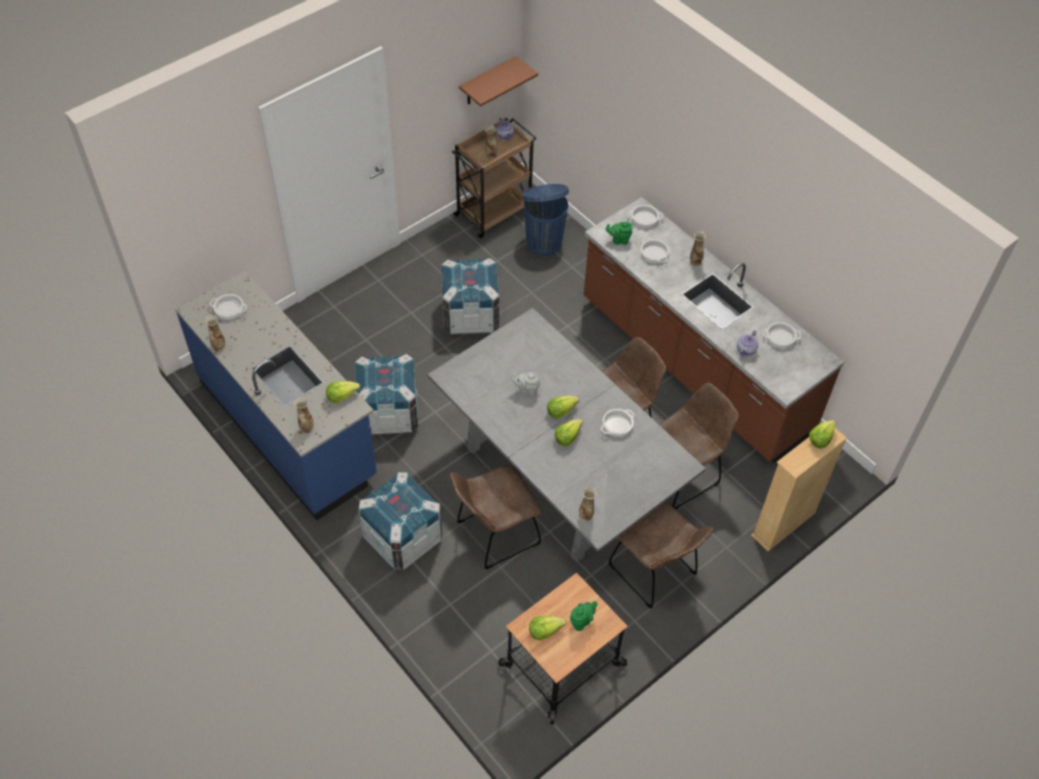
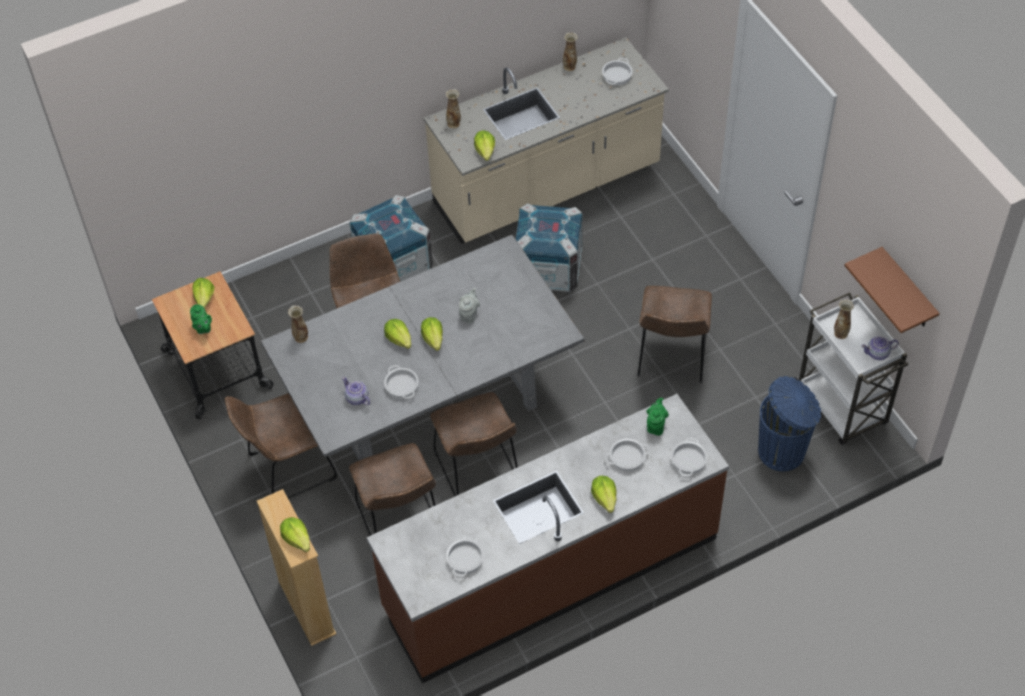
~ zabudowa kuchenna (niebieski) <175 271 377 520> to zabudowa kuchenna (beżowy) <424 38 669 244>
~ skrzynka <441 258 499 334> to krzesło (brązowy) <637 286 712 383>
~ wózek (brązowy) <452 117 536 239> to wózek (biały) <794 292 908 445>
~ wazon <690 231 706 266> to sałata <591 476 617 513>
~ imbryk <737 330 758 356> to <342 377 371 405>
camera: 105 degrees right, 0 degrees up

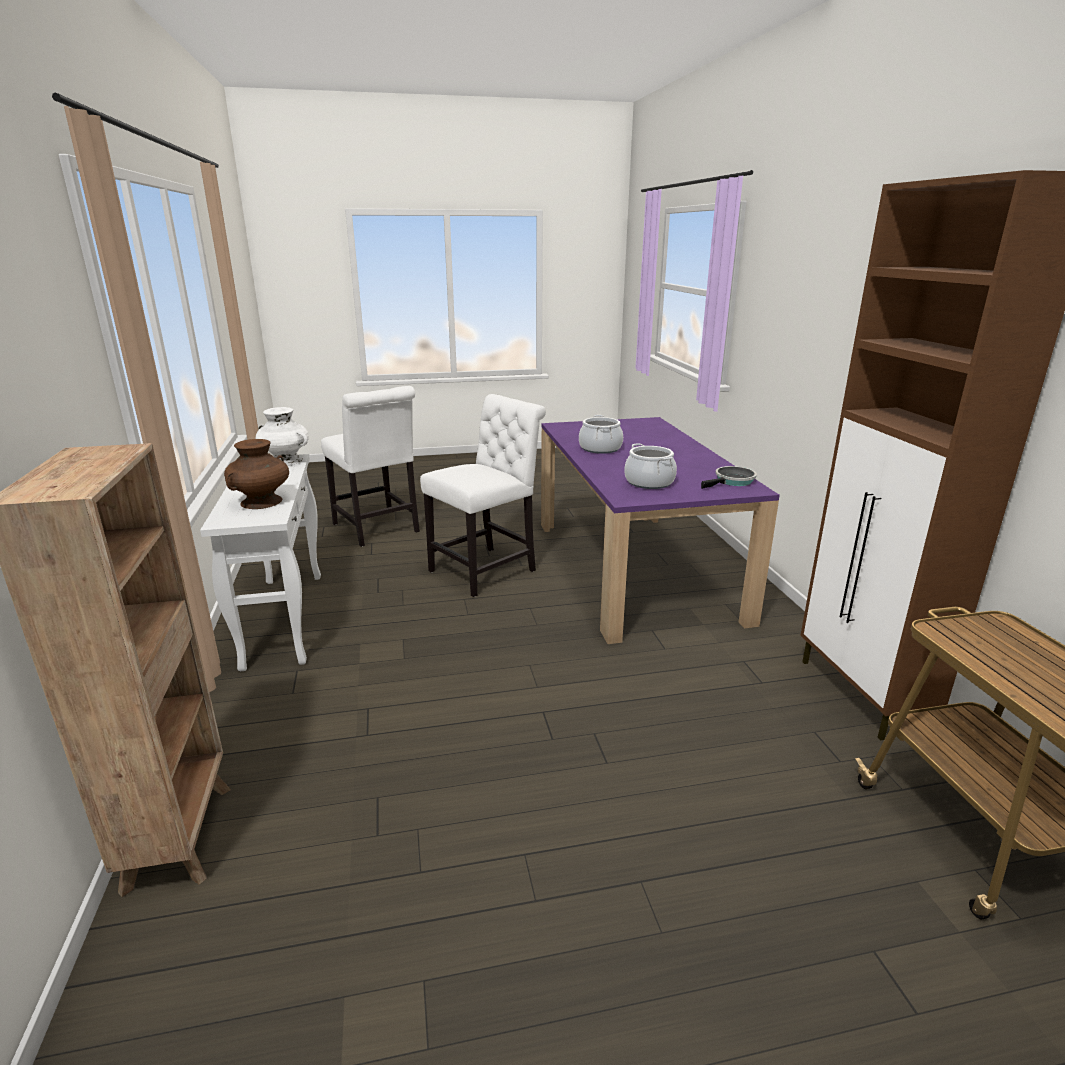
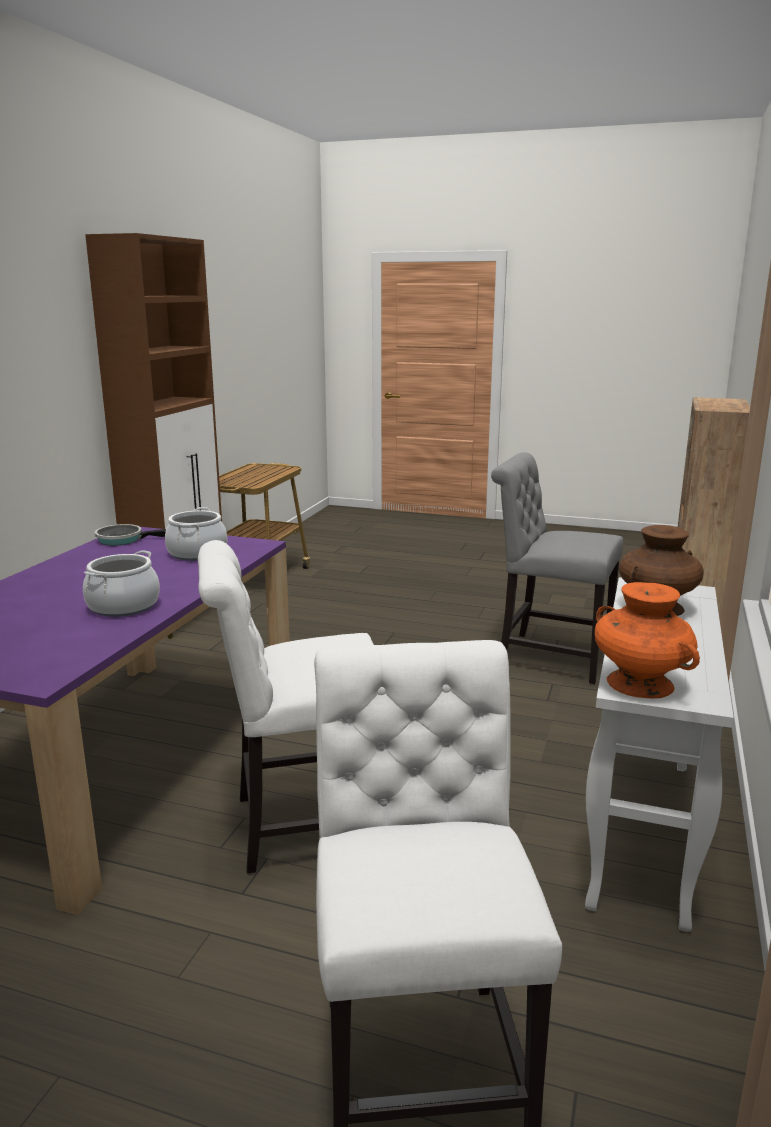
~ wazon (biały) <255 407 309 466> to wazon (pomarańczowy) <595 582 700 699>
+ krzesło (szary) <491 452 623 684>
camera: 150 degrees left, 5 degrees down

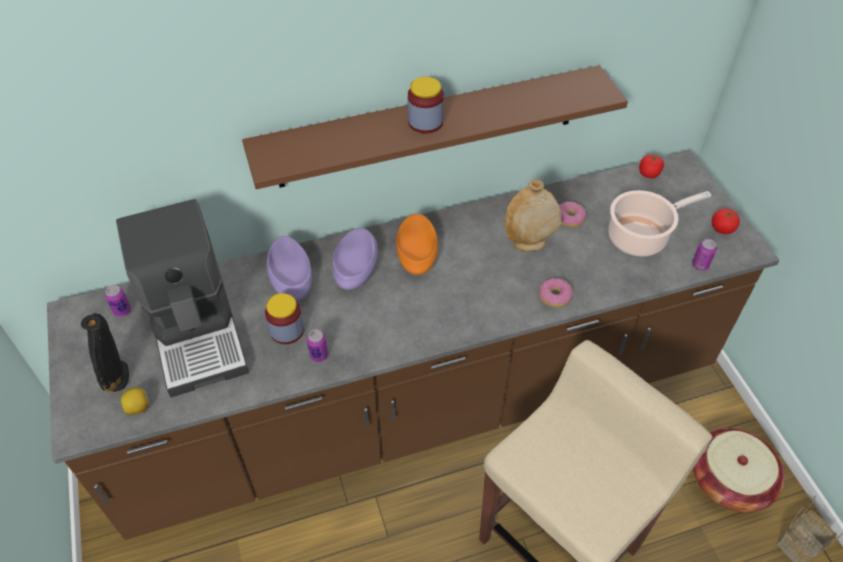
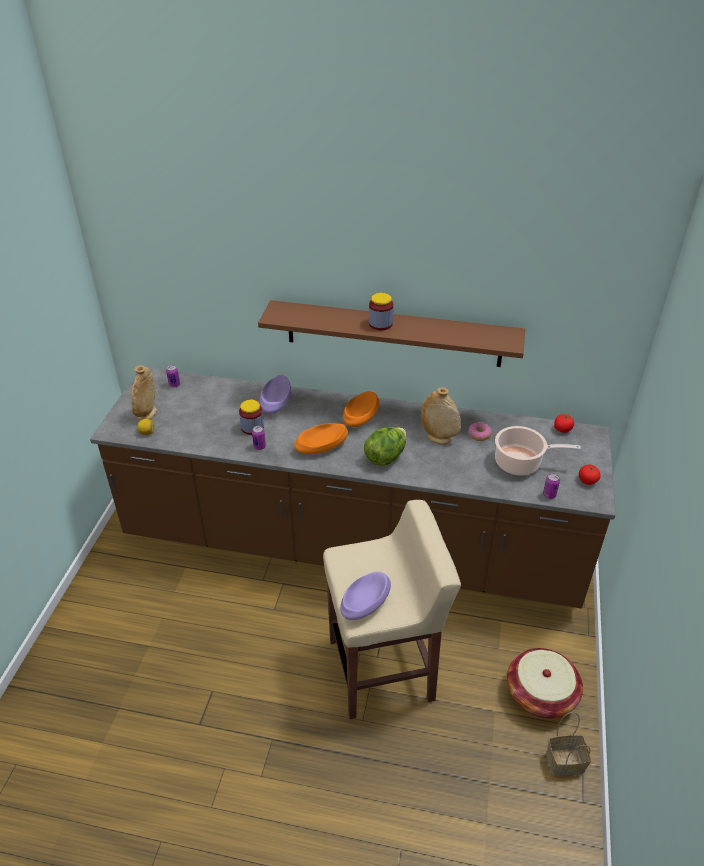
~ wazon (czarny) <81 313 129 393> to wazon (beżowy) <131 365 157 420>
- ekspres do kawy <116 199 249 398>
~ miska (fioletowy) <333 228 378 290> to <340 572 391 620>
- donut <539 278 573 308>
+ miska (pomarańczowy) <294 423 348 455>
+ sałata <364 427 406 466>
camera: 30 degrees right, 10 degrees down

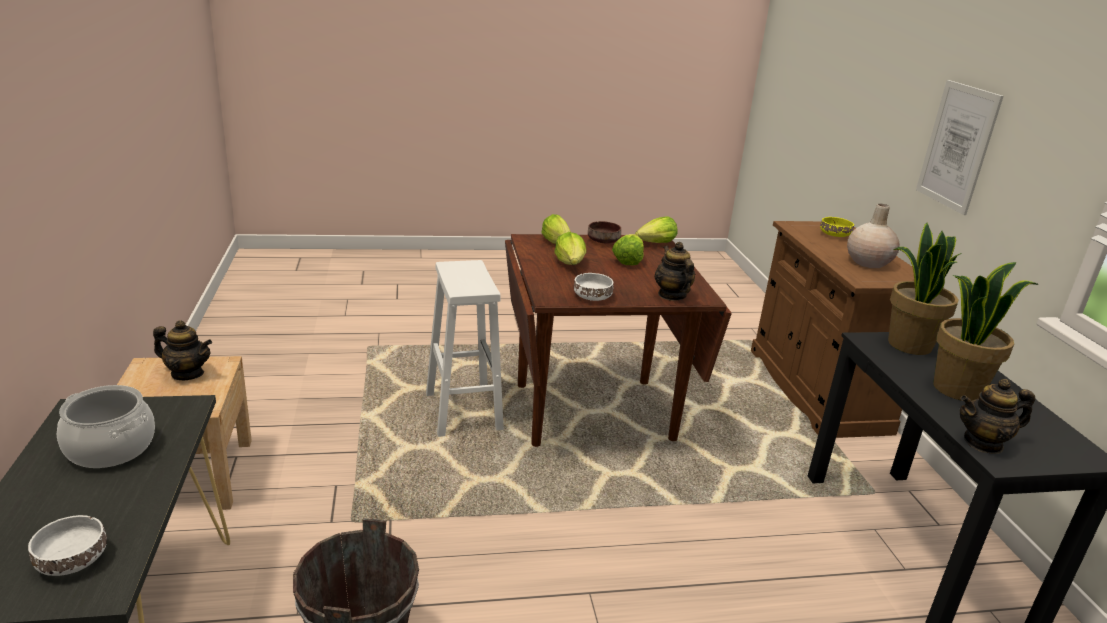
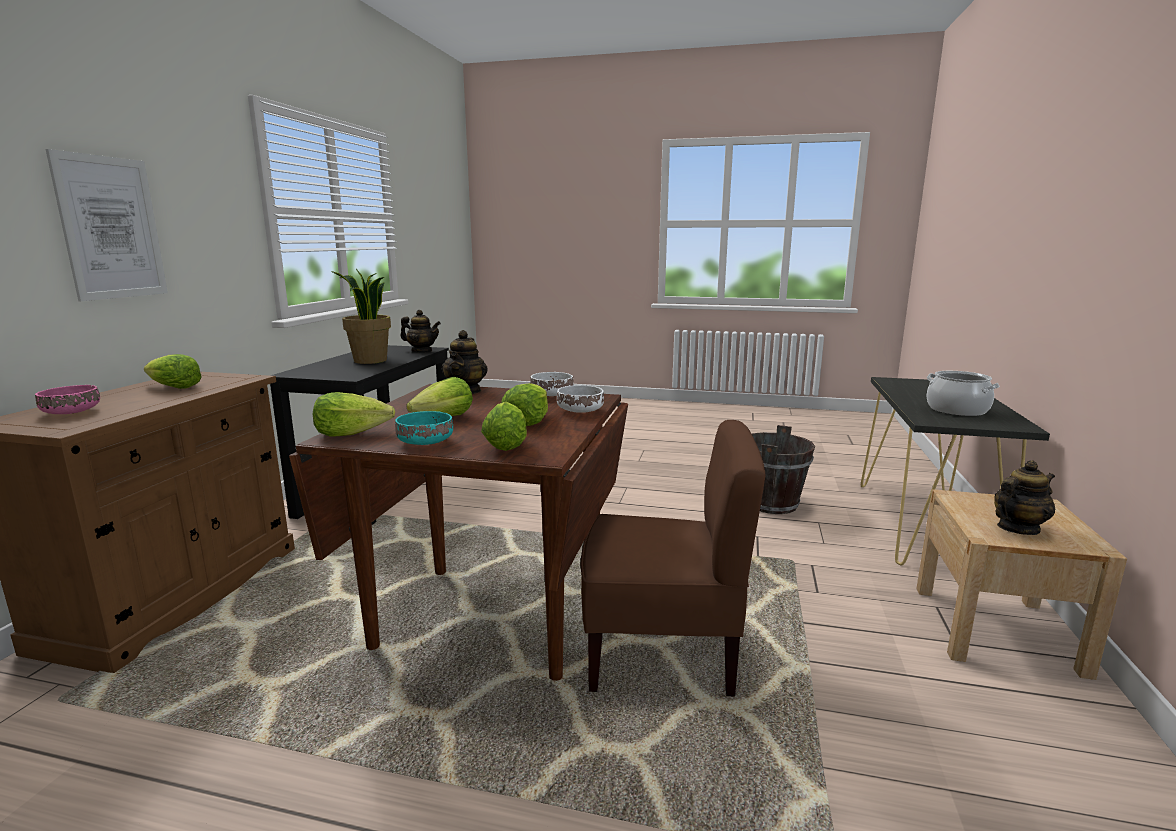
~ miska (biały) <28 515 107 576> to <557 385 604 413>
~ imbryk <153 320 212 380> = <994 460 1055 535> 120 degrees clockwise
~ stołek (biały) <426 260 504 437> to krzesło (brązowy) <581 420 765 697>
~ miska (brązowy) <588 221 621 243> to miska (turkusowy) <395 411 453 445>
~ miska (żółty) <820 217 854 237> to miska (różowy) <35 385 100 414>
~ wazon (beżowy) <847 204 900 268> to sałata <144 354 202 389>
- roślina doniczkowa <888 223 962 355>
camera: 155 degrees left, 10 degrees down

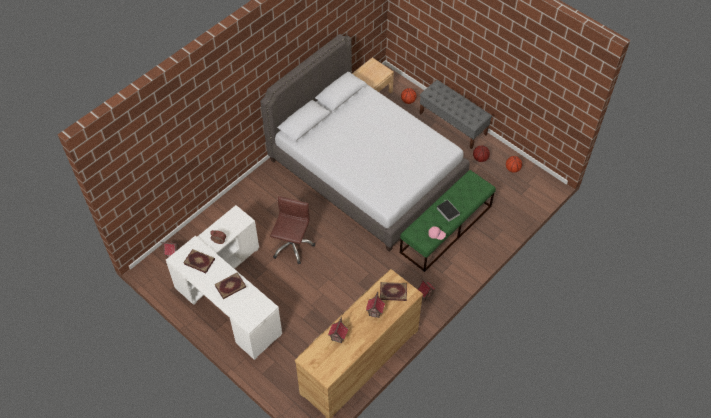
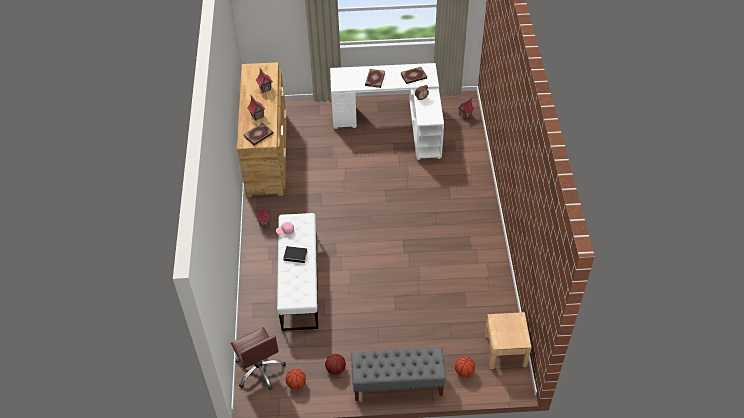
- łóżko (szary) <260 34 470 252>
~ krzesło biurowe (brązowy) <270 196 315 264> to <231 327 286 390>
~ ławka (zielony) <400 170 496 272> to ławka (biały) <277 213 318 331>
camera: 135 degrees right, 5 degrees down

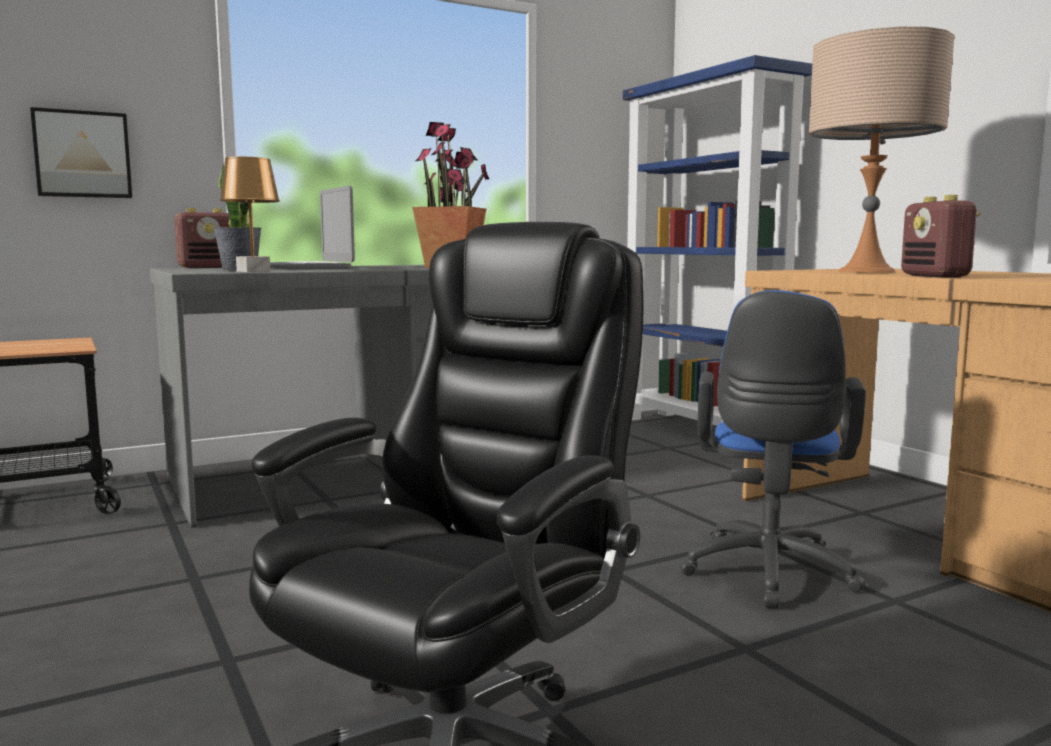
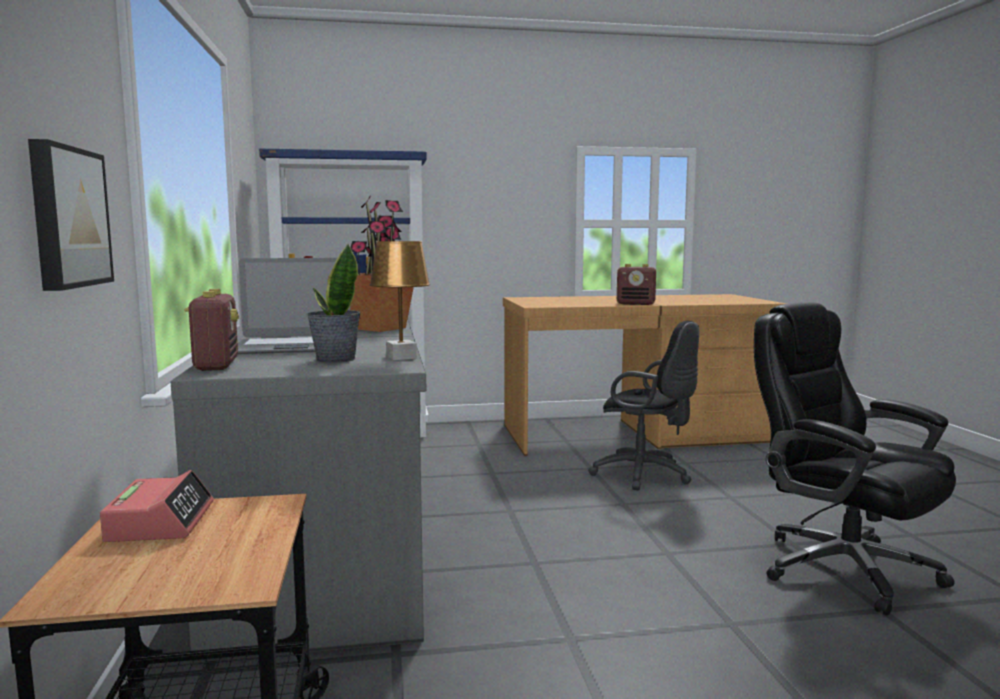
~ krzesło biurowe (niebieski) <679 290 866 609> to krzesło biurowe (czarny) <588 321 699 490>
- lampa stołowa (beżowy) <809 27 954 273>
+ budzik <100 470 214 542>
camera: 70 degrees left, 0 degrees up

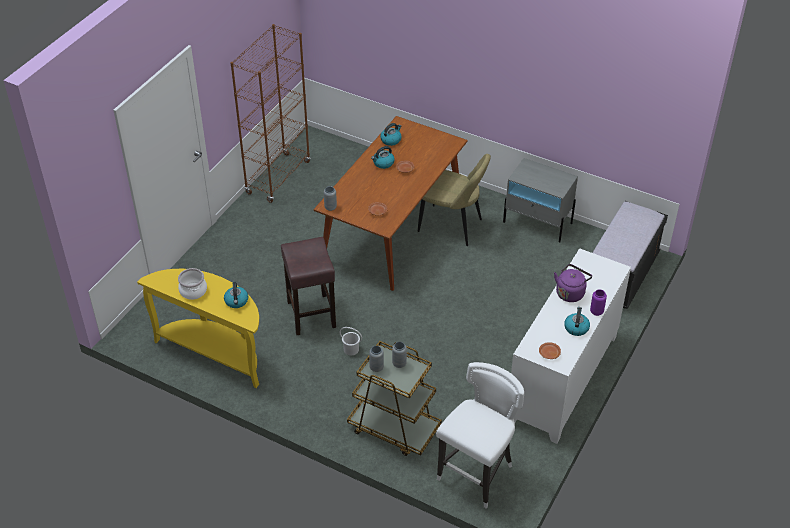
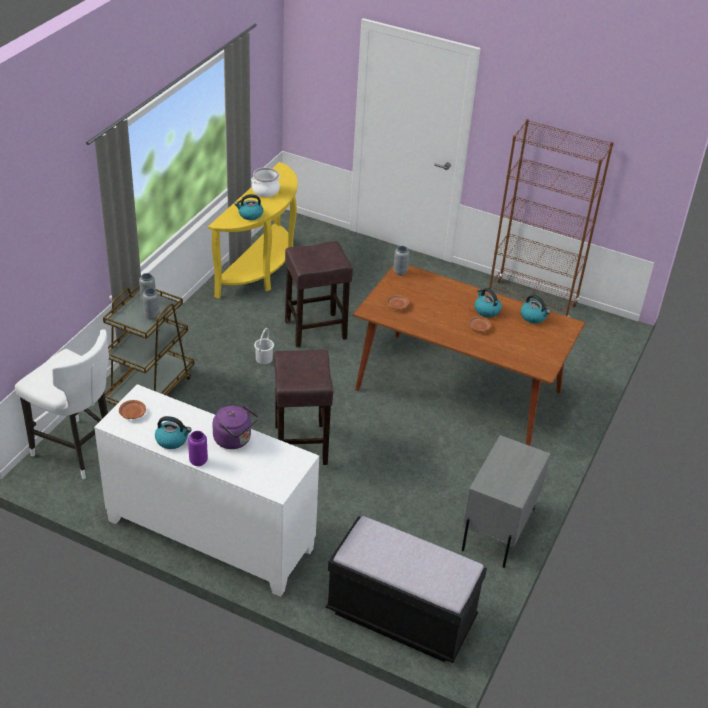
- krzesło (beżowy) <418 154 491 246>
+ stołek (brązowy) <274 350 333 465>
camera: 85 degrees right, 5 degrees down

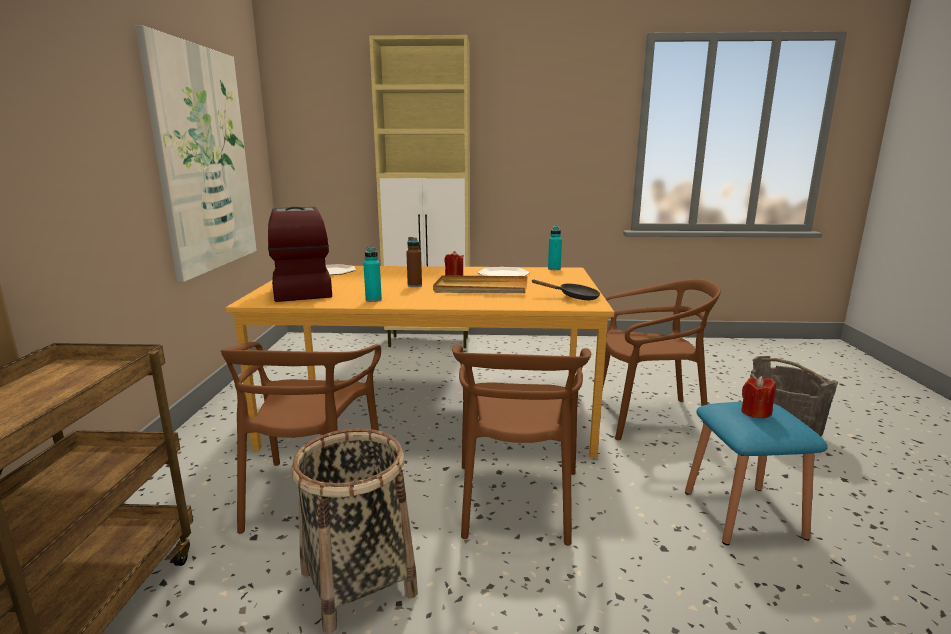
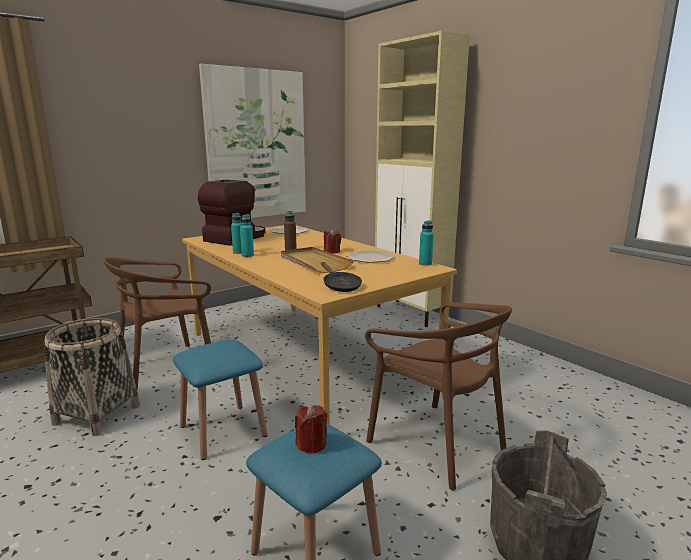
~ krzesło (brązowy) <452 344 591 546> to stołek (niebieski) <173 340 268 460>
+ butelka (turkusowy) <240 214 254 257>
camera: 50 degrees right, 0 degrees up

